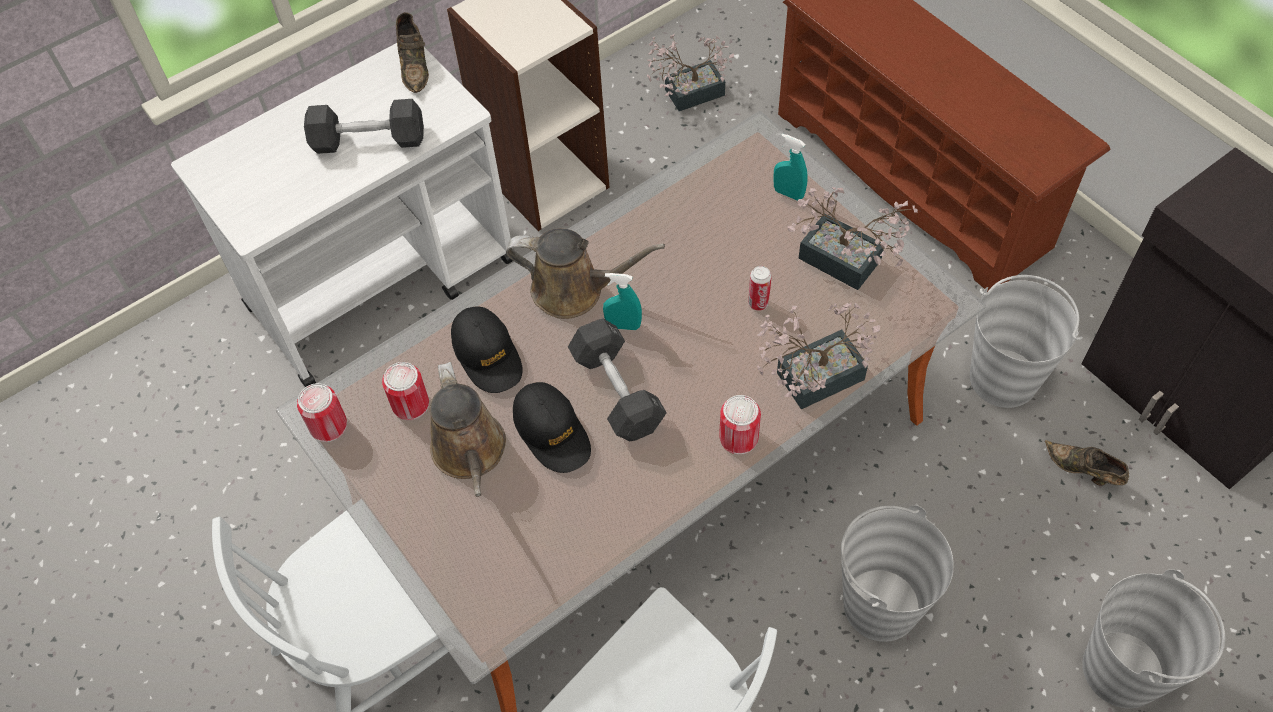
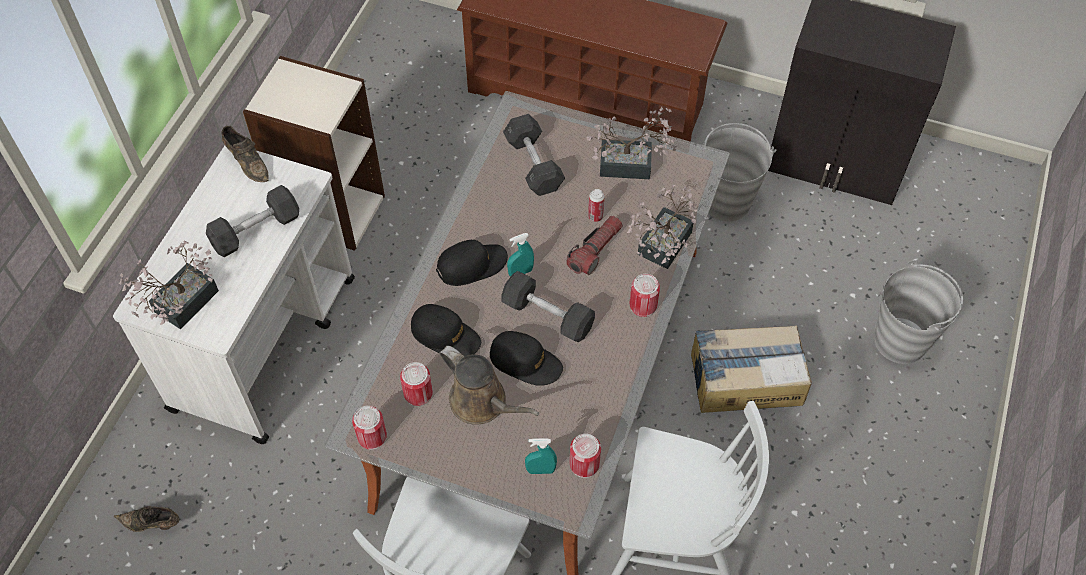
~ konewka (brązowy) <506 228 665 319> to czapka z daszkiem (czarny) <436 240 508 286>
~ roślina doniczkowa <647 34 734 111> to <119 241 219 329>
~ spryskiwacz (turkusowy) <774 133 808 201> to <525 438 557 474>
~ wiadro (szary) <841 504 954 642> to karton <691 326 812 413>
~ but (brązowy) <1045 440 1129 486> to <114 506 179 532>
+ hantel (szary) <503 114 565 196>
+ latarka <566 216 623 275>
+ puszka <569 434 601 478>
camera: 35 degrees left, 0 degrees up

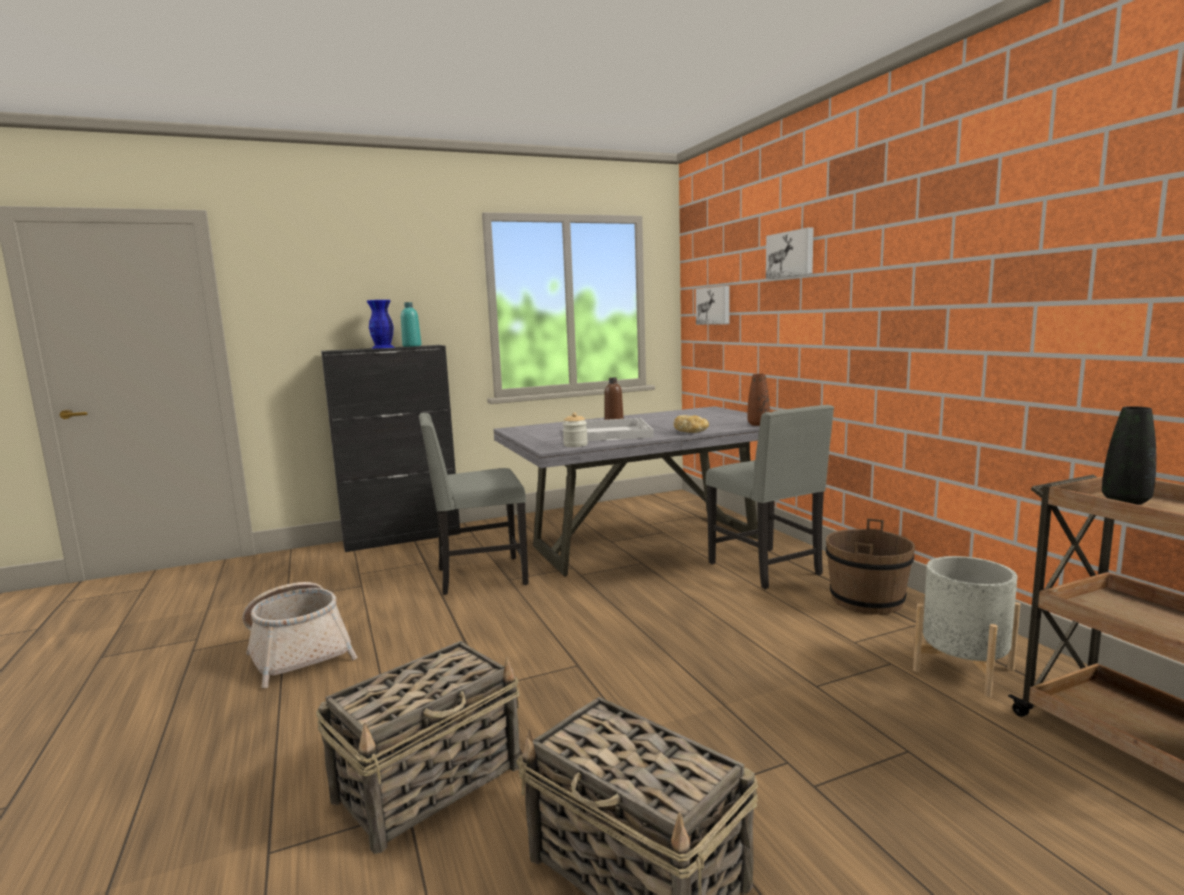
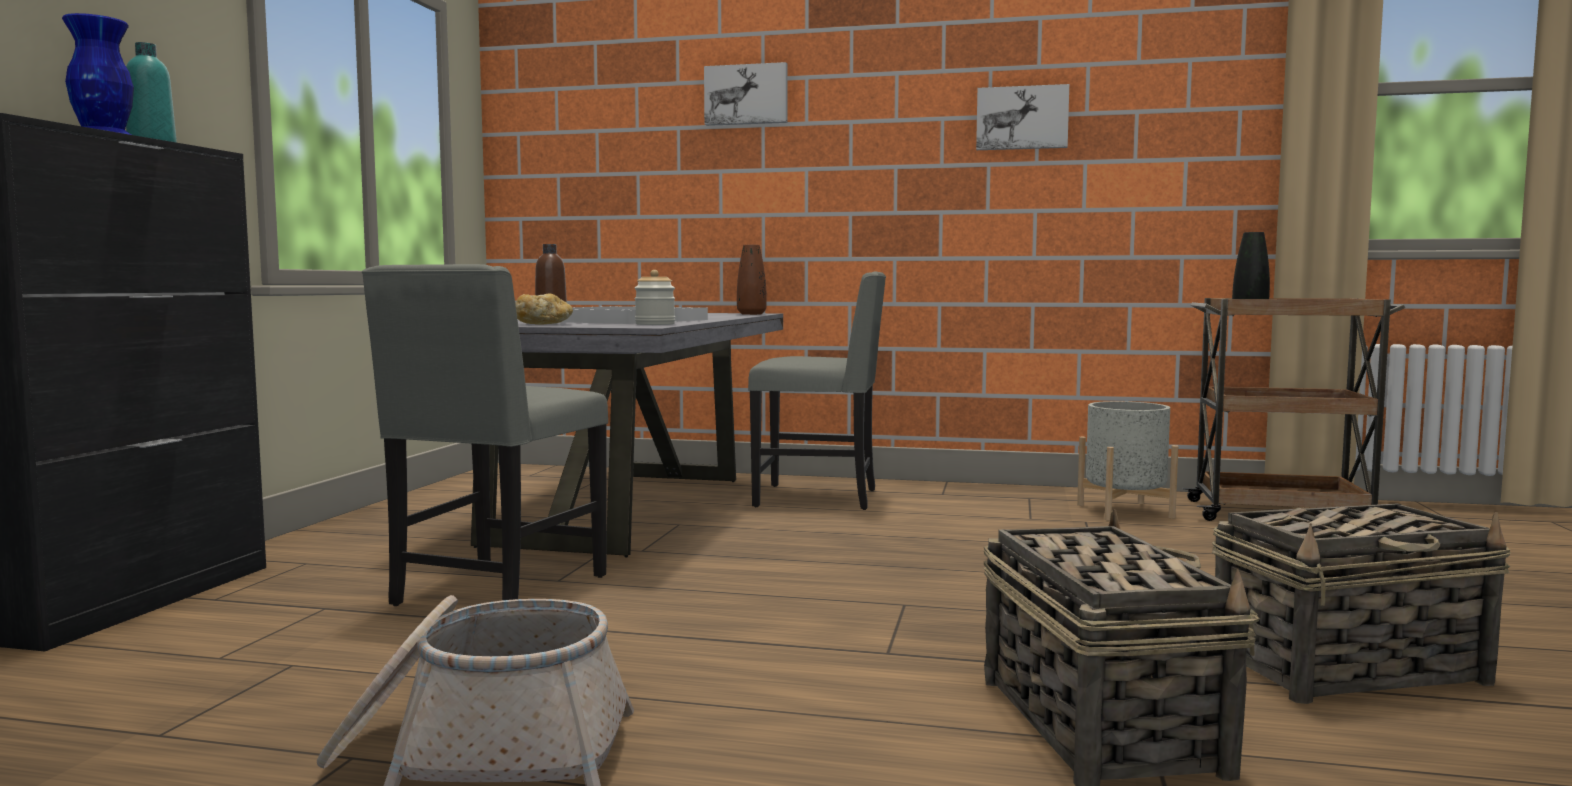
~ chleb <674 415 709 433> to <515 294 573 325>
~ obraz <696 286 730 325> to <976 84 1069 150>
- wiadro (brązowy) <826 519 915 614>
camera: 55 degrees left, 5 degrees down

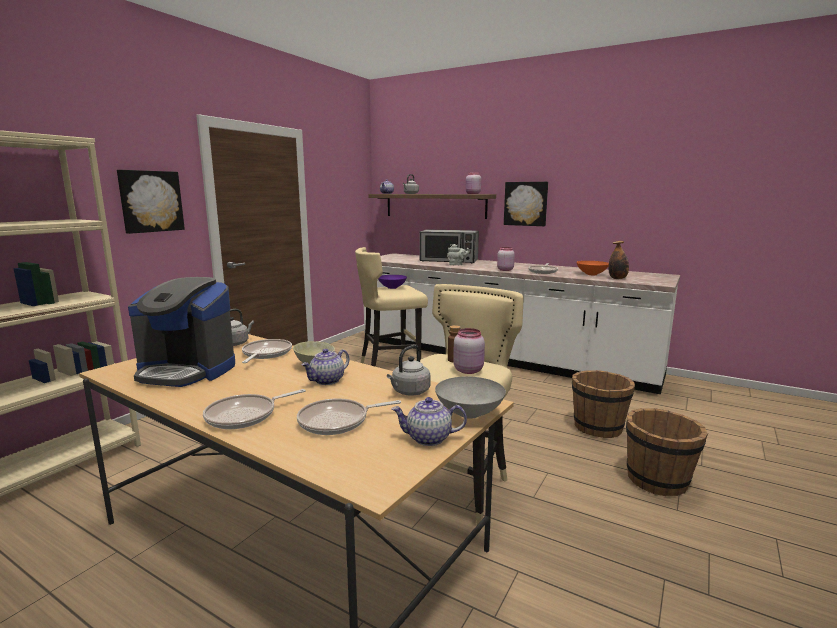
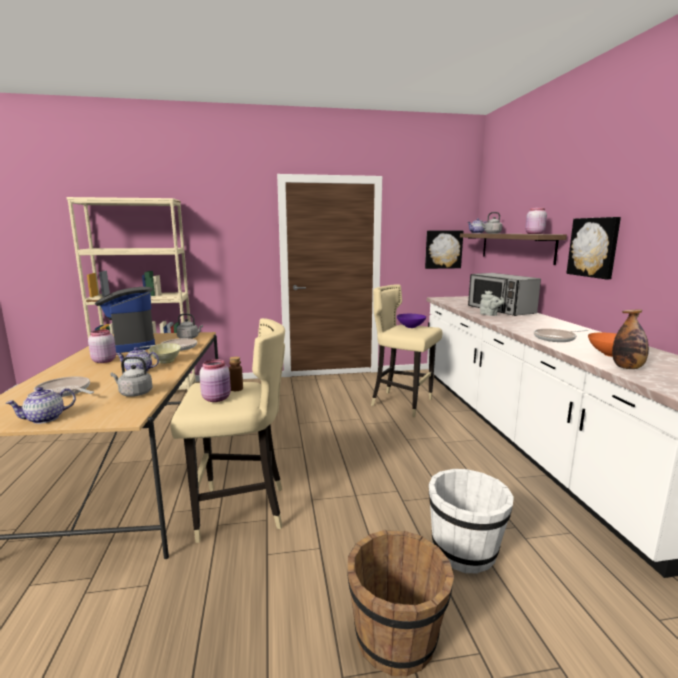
~ obraz <117 170 185 234> to <425 231 464 269>
- patelnia <203 389 306 429>
~ imbryk <392 397 467 446> = <6 387 76 424> 90 degrees counterclockwise
- miska (szary) <435 376 506 419>
~ słoik (różowy) <497 247 515 271> to <88 329 116 363>
~ wiadro (brązowy) <572 370 635 438> to wiadro (biały) <429 469 514 573>
camera: 50 degrees right, 0 degrees up

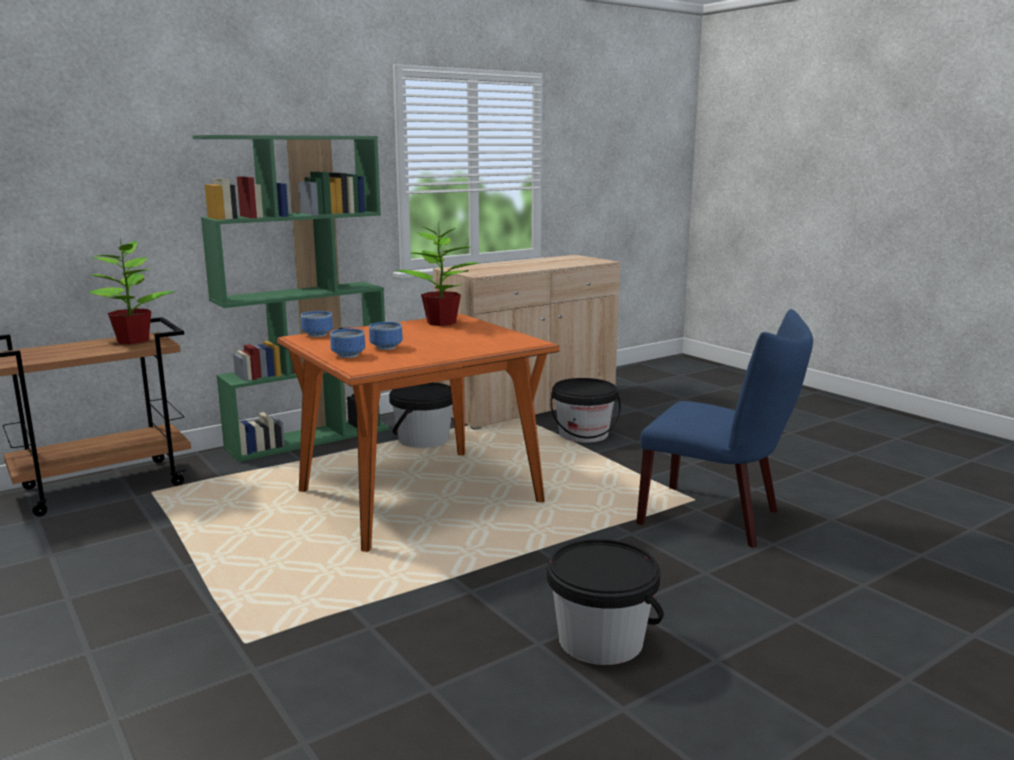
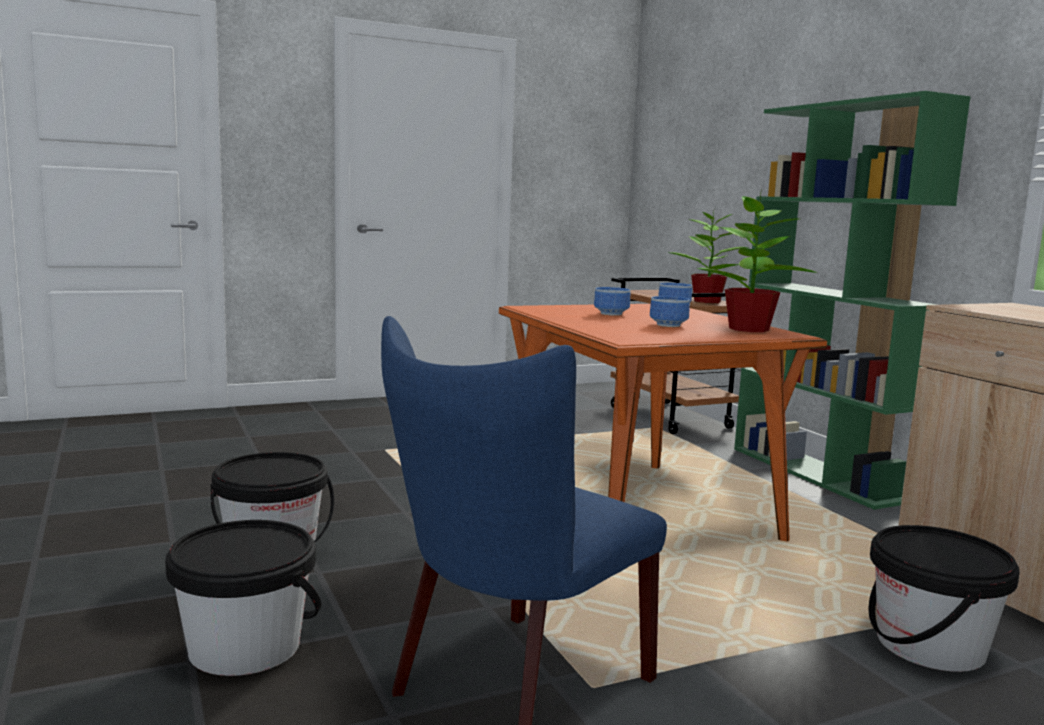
~ miska <330 329 365 358> to <650 296 690 327>
~ wiadro (czarny) <389 382 453 448> to <165 520 321 676>
camera: 100 degrees right, 5 degrees down

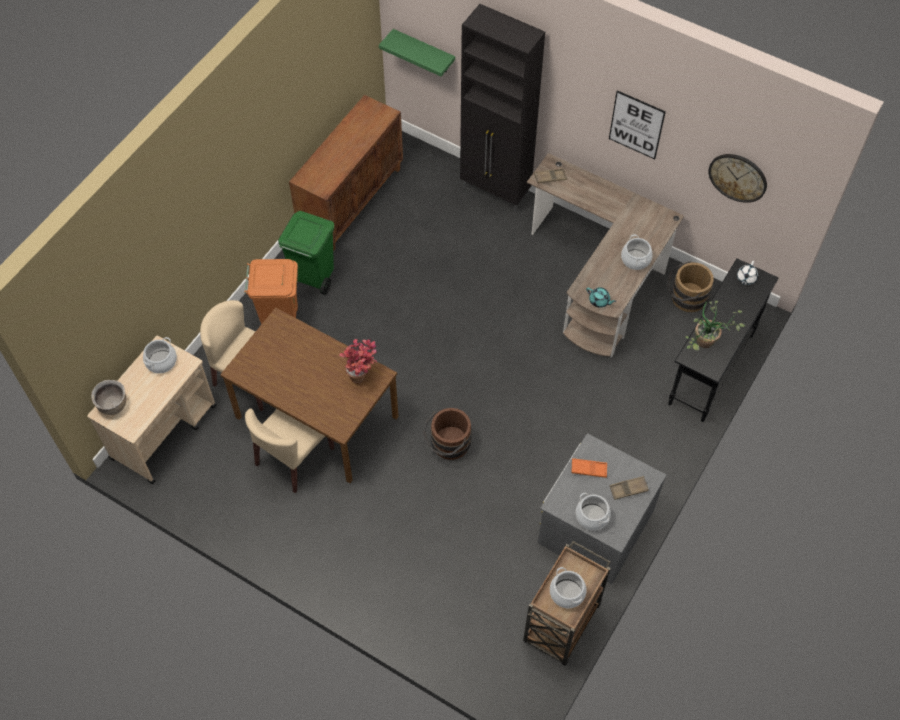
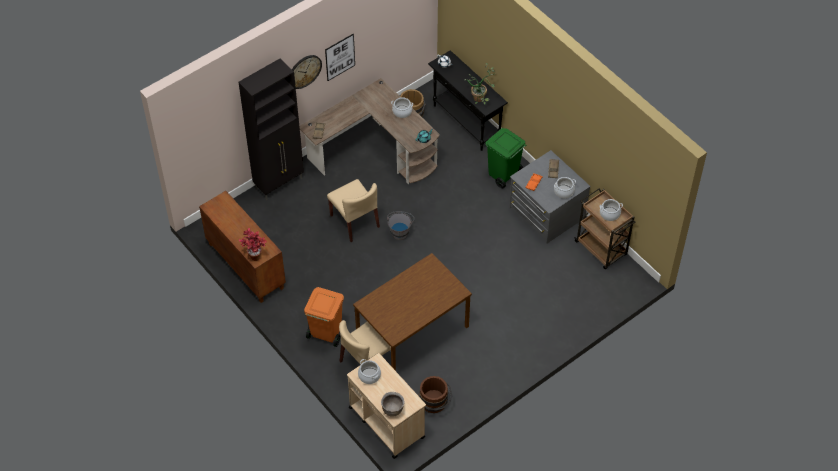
~ krzesło (beżowy) <245 408 334 493> to <327 179 380 242>
~ kosz na śmieci (zielony) <278 211 334 295> to <485 128 526 188>
~ roślina doniczkowa <339 339 377 383> to <239 228 267 261>
- półka (zielony) <379 29 455 76>
~ wiadro (brązowy) <423 408 472 460> to <418 376 452 413>
~ zegar ścienny <708 154 767 203> to <292 55 322 89>
+ wiadro (szary) <387 211 415 240>
camera: 70 degrees left, 5 degrees down

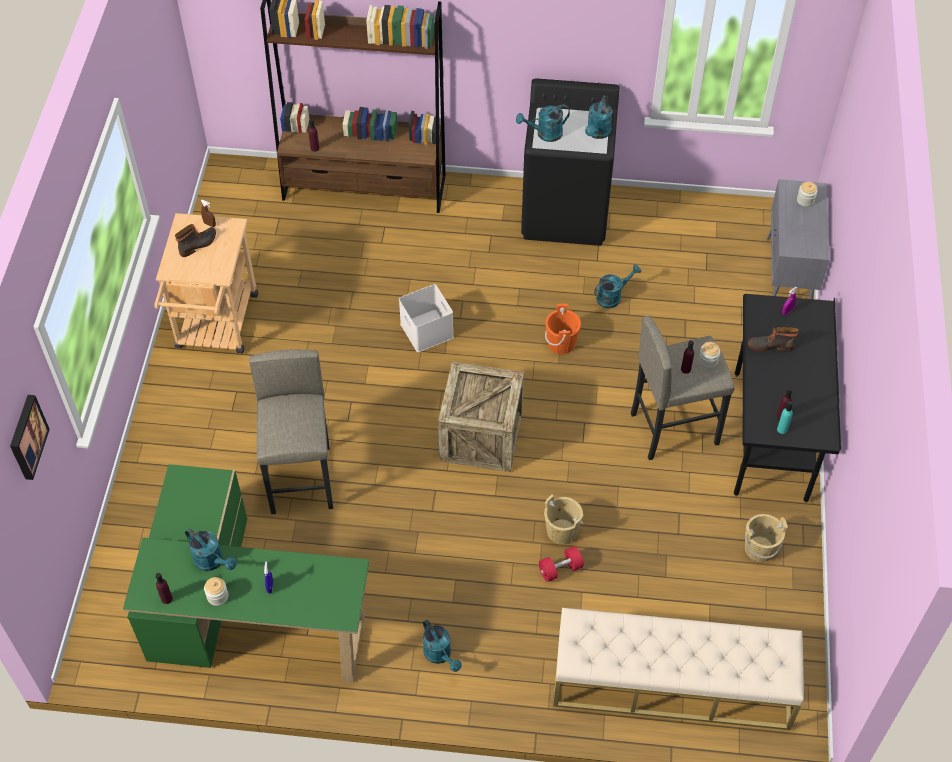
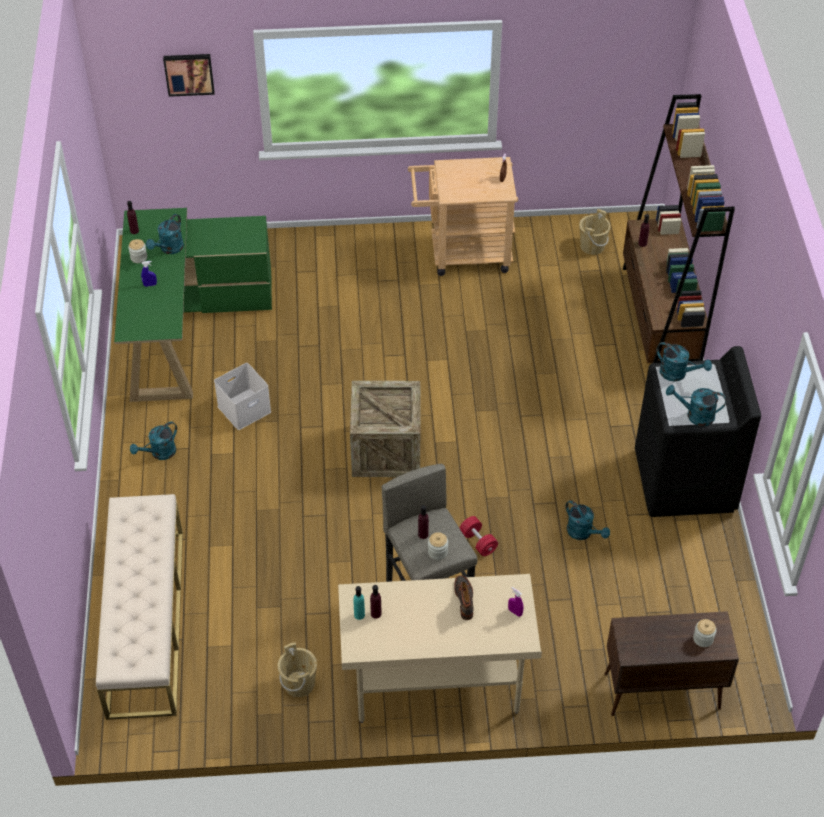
- but z cholewką <175 224 216 257>
- stołek (szary) <249 350 333 514>
~ pojemnik do przechowywania (biały) <399 284 454 352> to <214 363 271 430>
~ konewka (turkusowy) <516 104 570 142> = <656 342 712 382> 150 degrees clockwise
~ hantel (czerwony) <538 546 584 582> to <460 516 498 556>
~ wiadro (beżowy) <544 495 584 545> to <579 209 611 255>
- wiadro (pomarańczowy) <545 304 581 354>
~ biurko (czarny) <734 294 841 503> to biurko (beżowy) <338 574 542 723>
~ szafka (szary) <767 179 830 299> to szafka (brązowy) <604 611 739 716>
camera: 80 degrees right, 5 degrees down

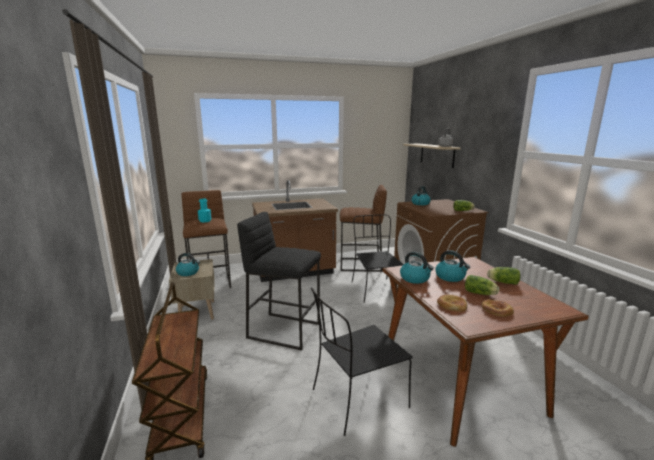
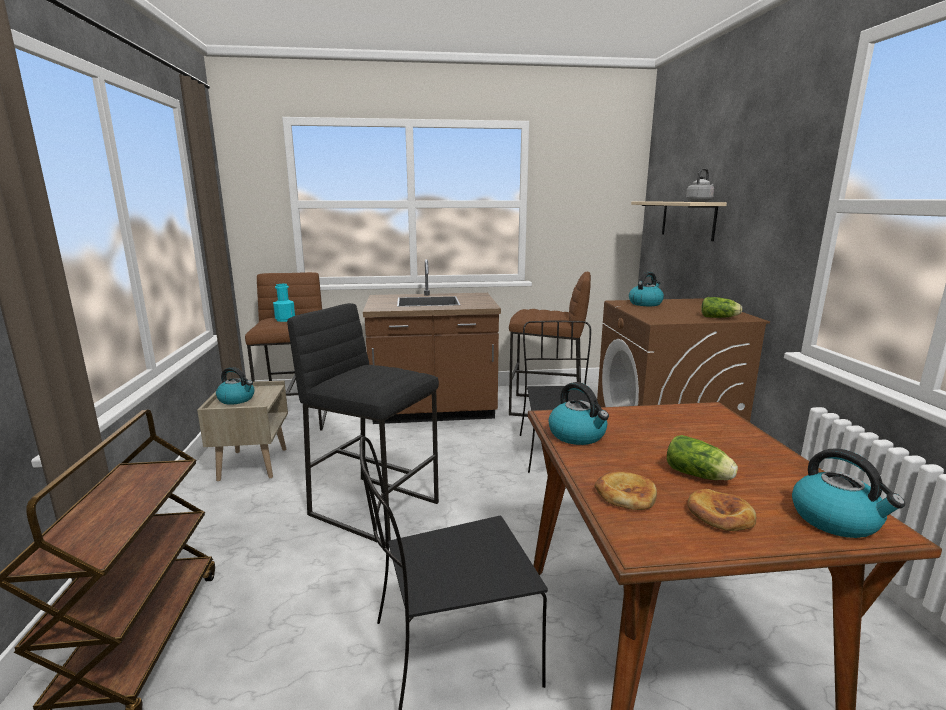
~ czajnik <435 250 470 282> to <792 448 905 538>
- sałata <487 267 521 285>
camera: 10 degrees right, 0 degrees up

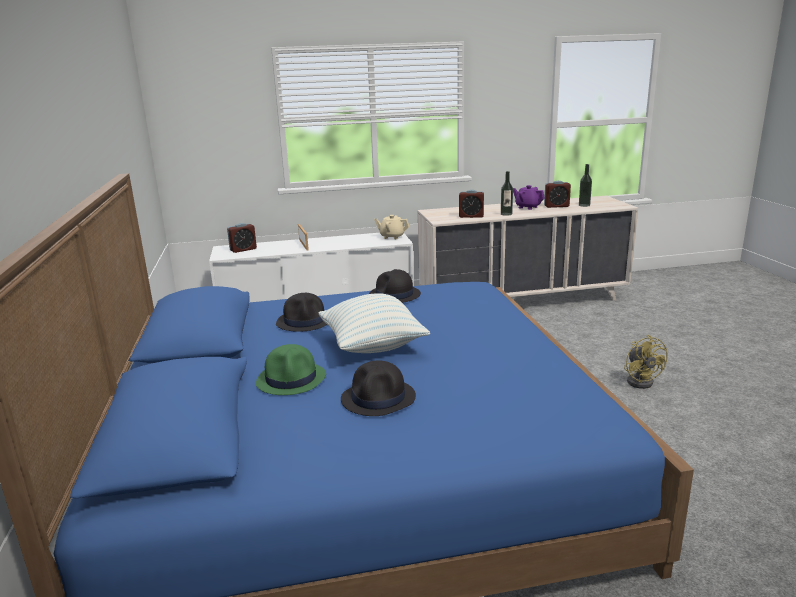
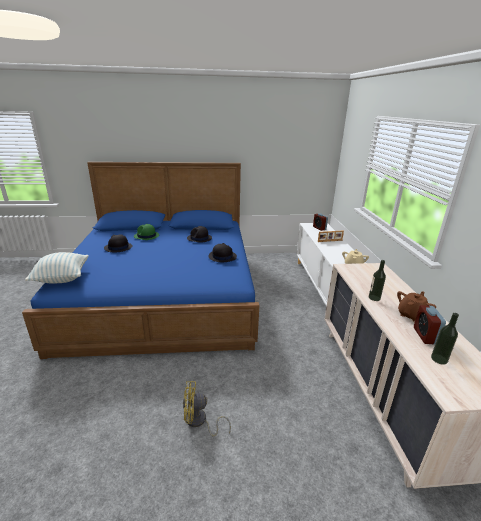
~ poduszka <319 293 430 353> to <25 252 88 283>
- budzik <459 190 484 218>
~ imbryk (fioletowy) <513 185 545 210> to imbryk (brązowy) <397 291 436 322>
camera: 95 degrees right, 5 degrees up

